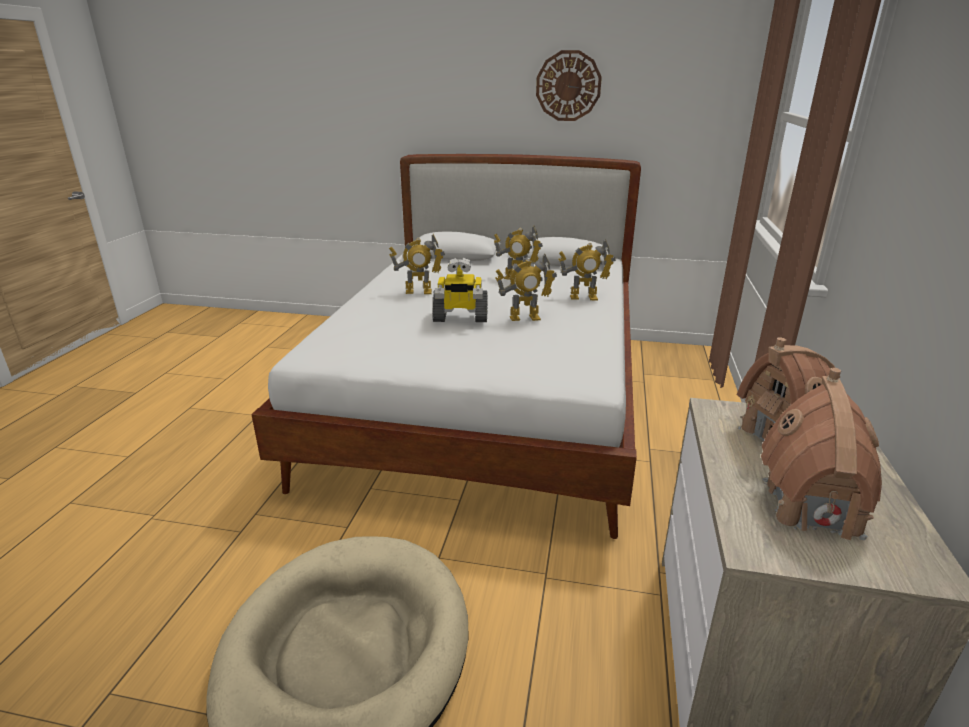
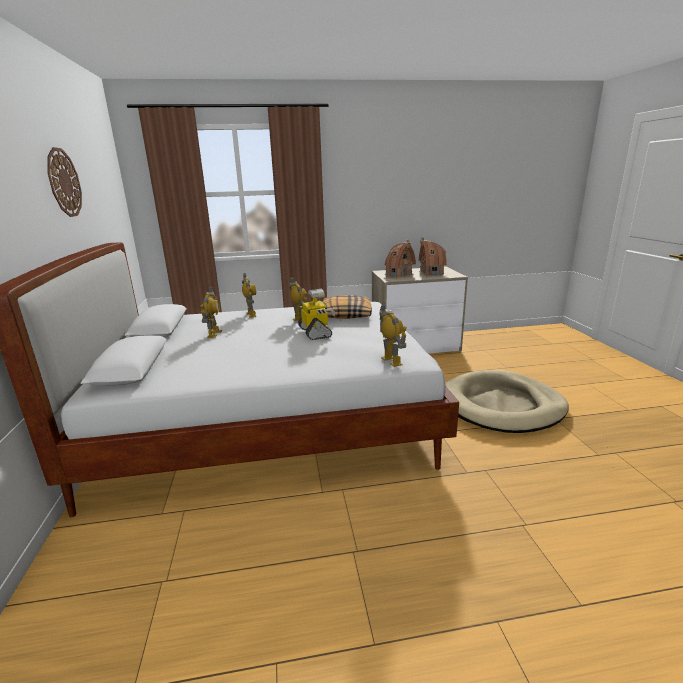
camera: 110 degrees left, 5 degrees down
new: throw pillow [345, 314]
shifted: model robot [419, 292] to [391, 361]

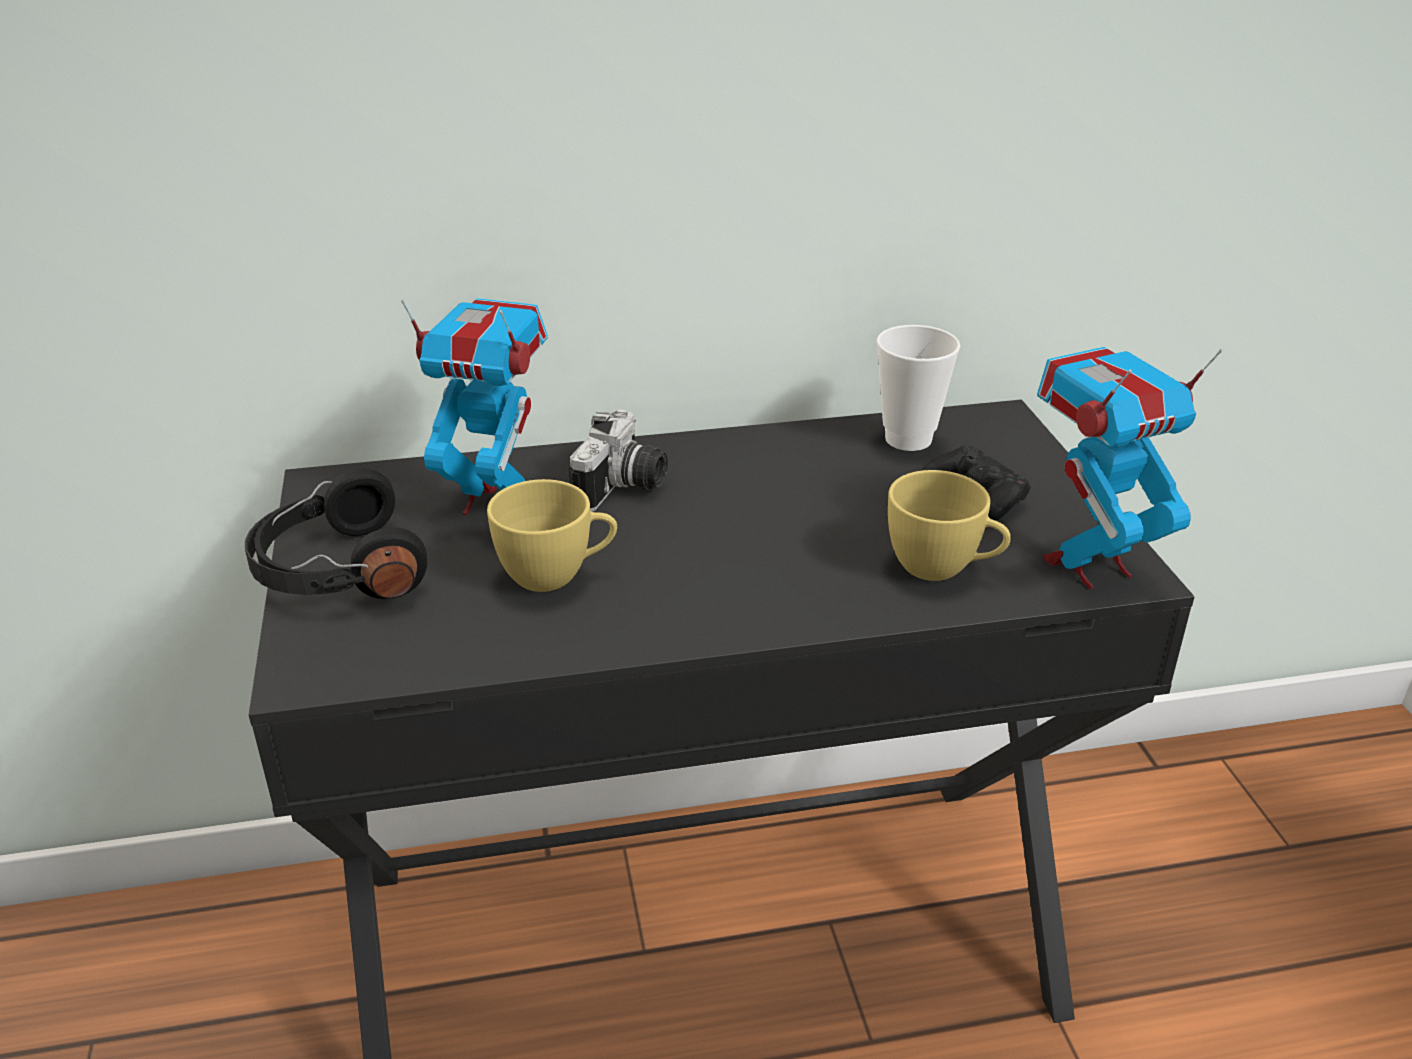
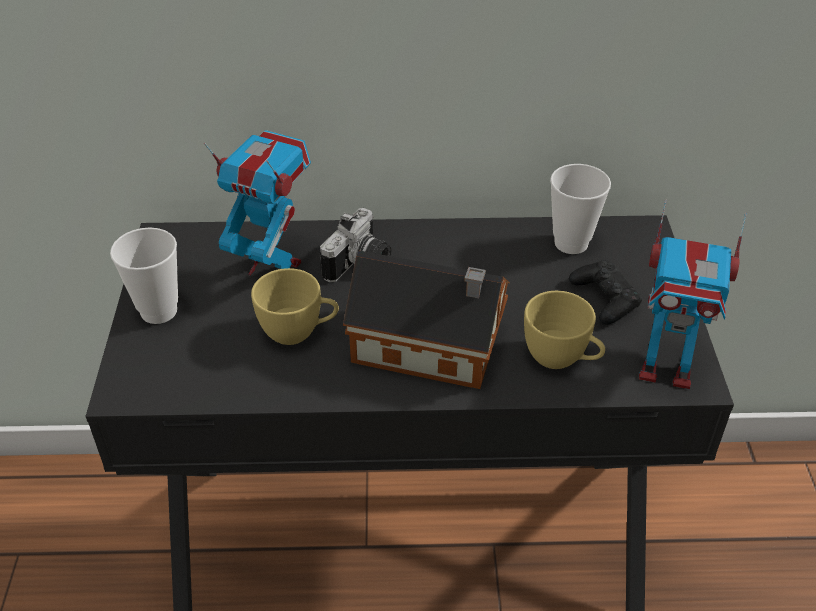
camera: 10 degrees right, 10 degrees up
new: toy house [432, 347]
swapped: headphones/blackish [337, 571] to cup [159, 311]
rotated: model robot [1089, 565] = [666, 369] 150 degrees counterclockwise

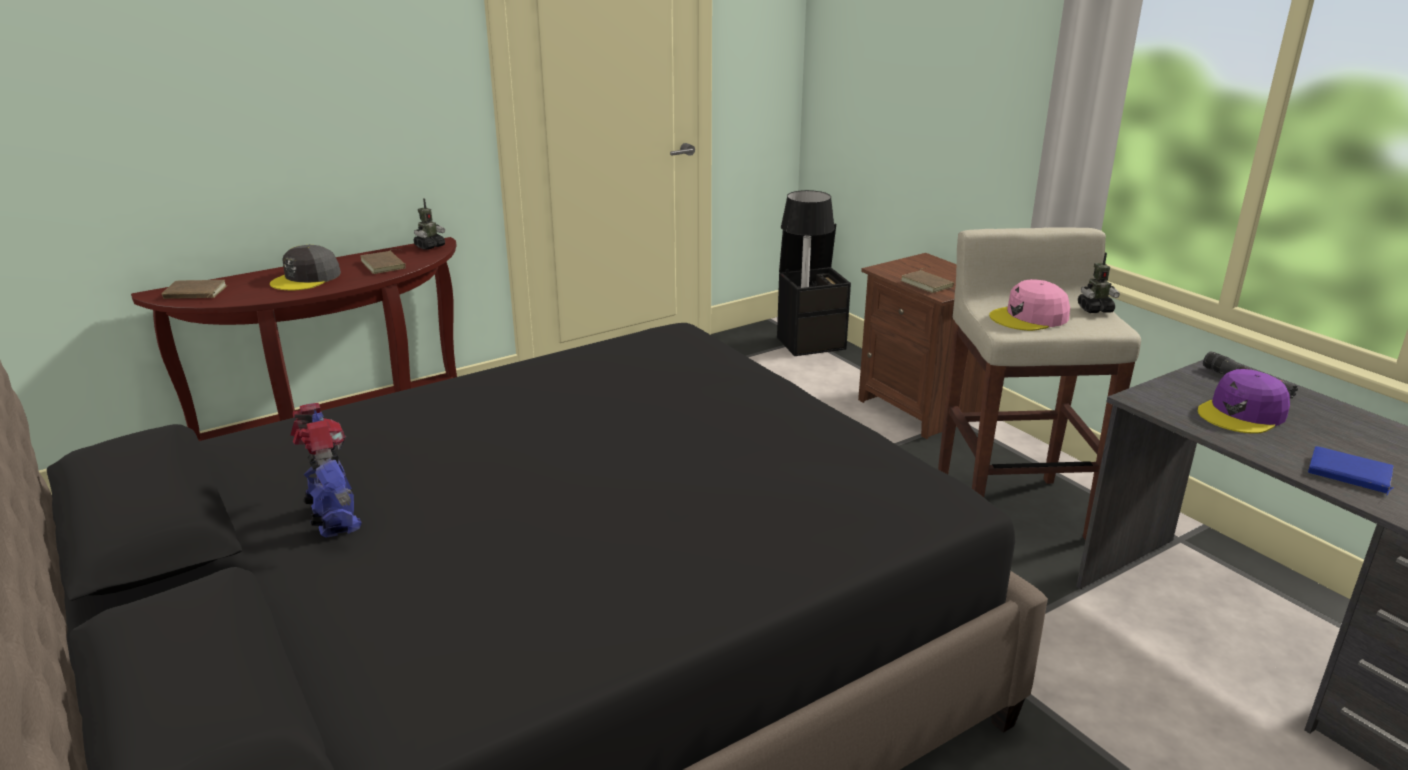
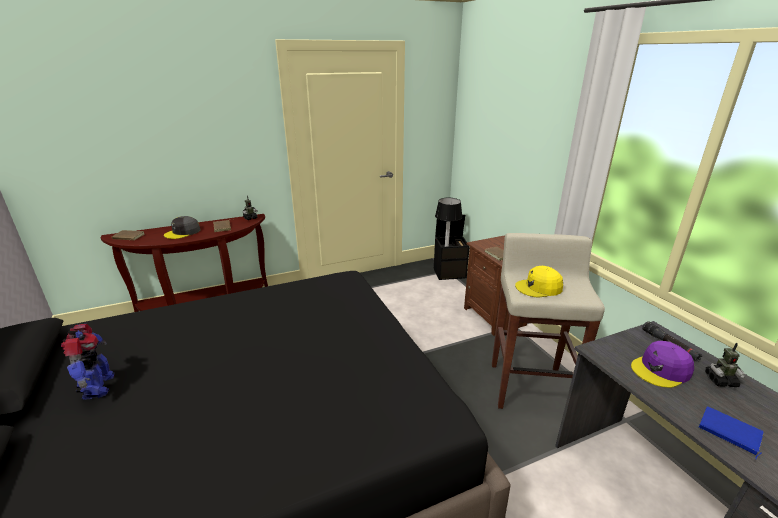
camera: 10 degrees right, 0 degrees up
shifted: model robot [1095, 309] to [720, 380]
repainted: peaked cap/pink [1029, 317] to peaked cap/yellow-coloured [539, 288]

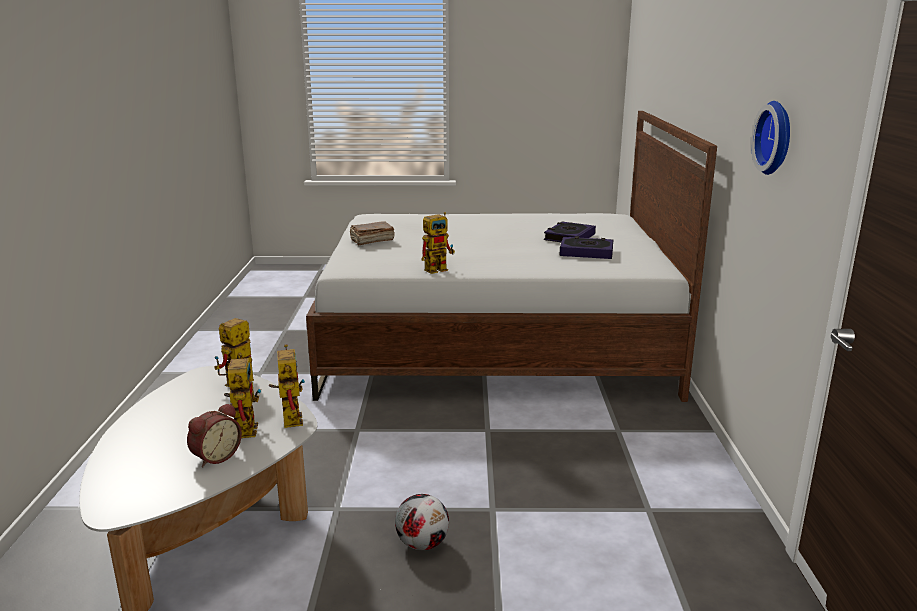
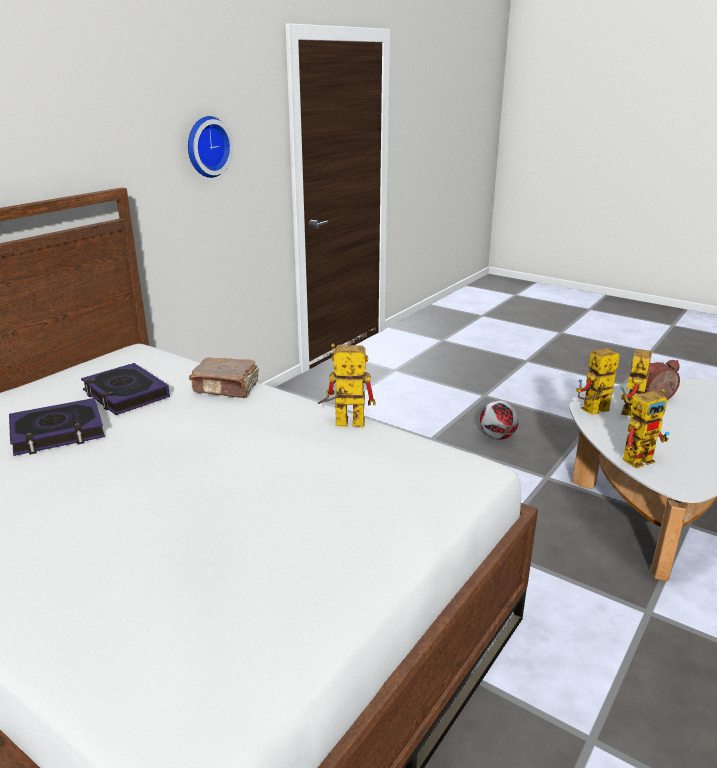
camera: 145 degrees left, 5 degrees up
shifted: bound book/brownish [371, 241] to [226, 388]
rotated: model robot [289, 417] = [592, 412] 45 degrees clockwise

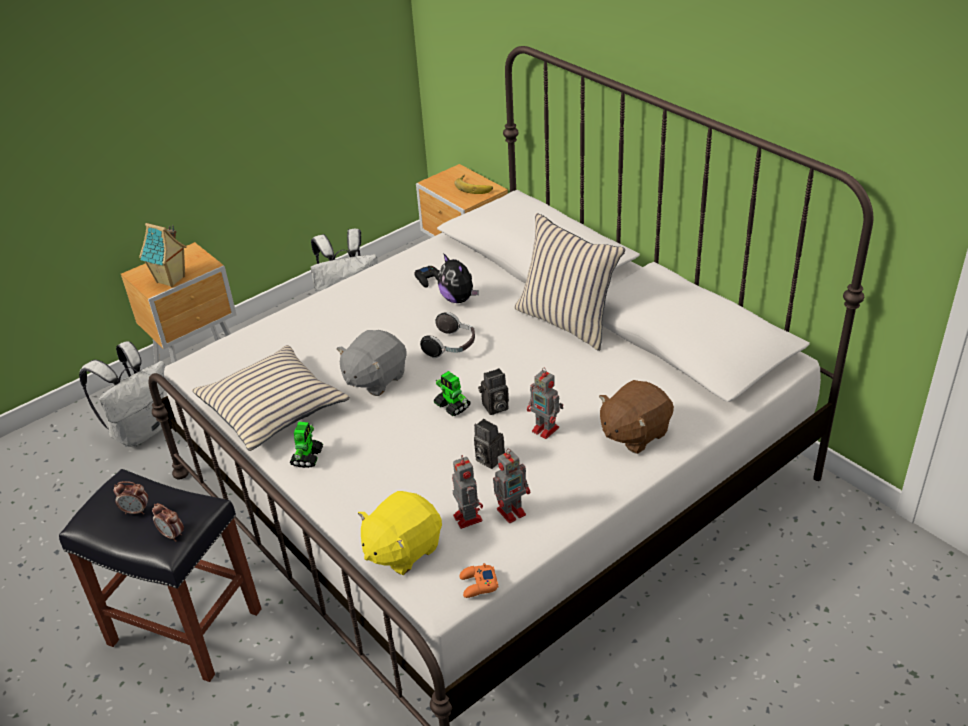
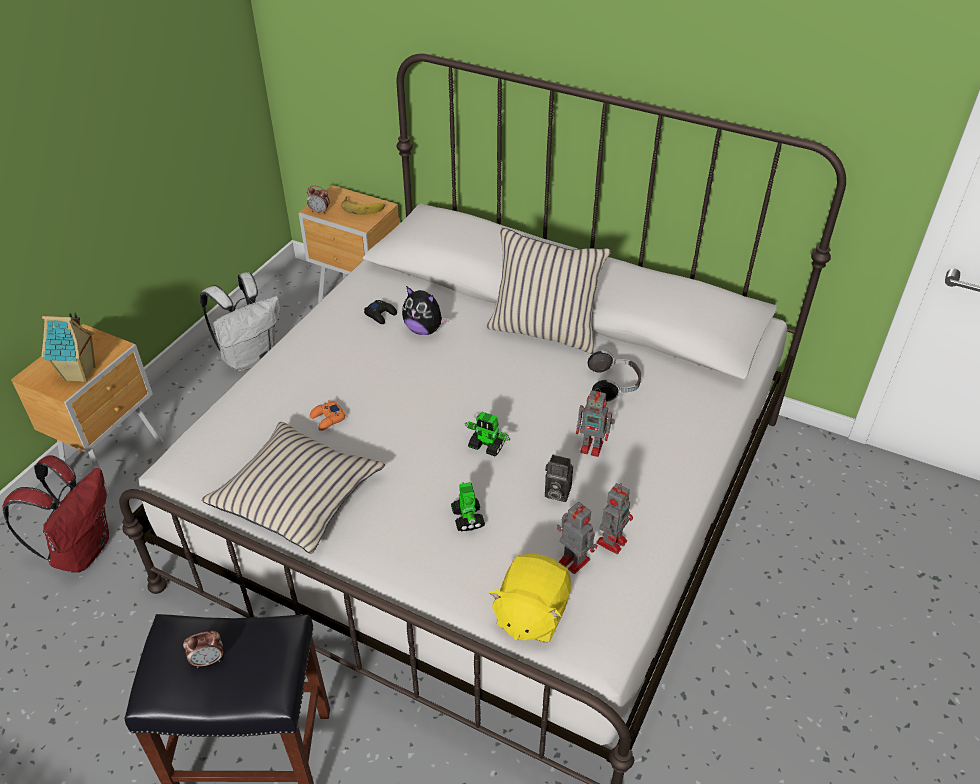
camera: 25 degrees left, 5 degrees up
gone: plush toy/grey [374, 379]; still camera [494, 408]; plush toy/brownish [634, 433]
shifted: table clock [172, 535] to [319, 211]; model robot [307, 457] to [467, 517]; headphones [451, 347] to [614, 385]; joypad/orange-coloured [478, 584] to [328, 419]
repainted: backpack/white-coloured [140, 431] to backpack/red-coloured [81, 550]

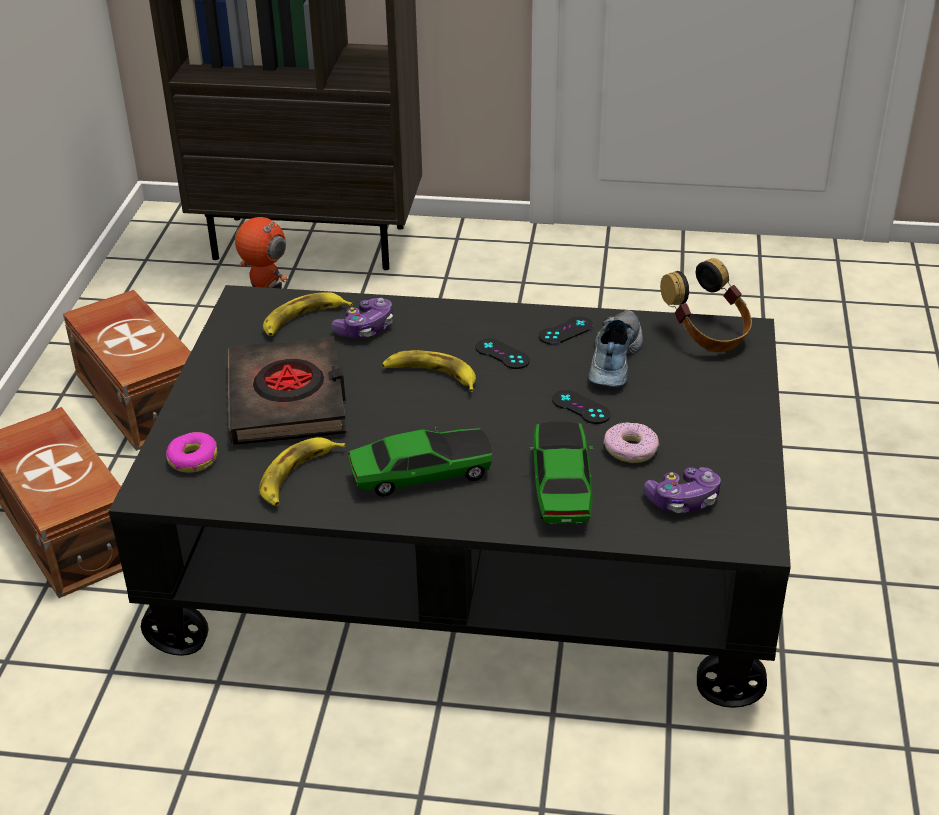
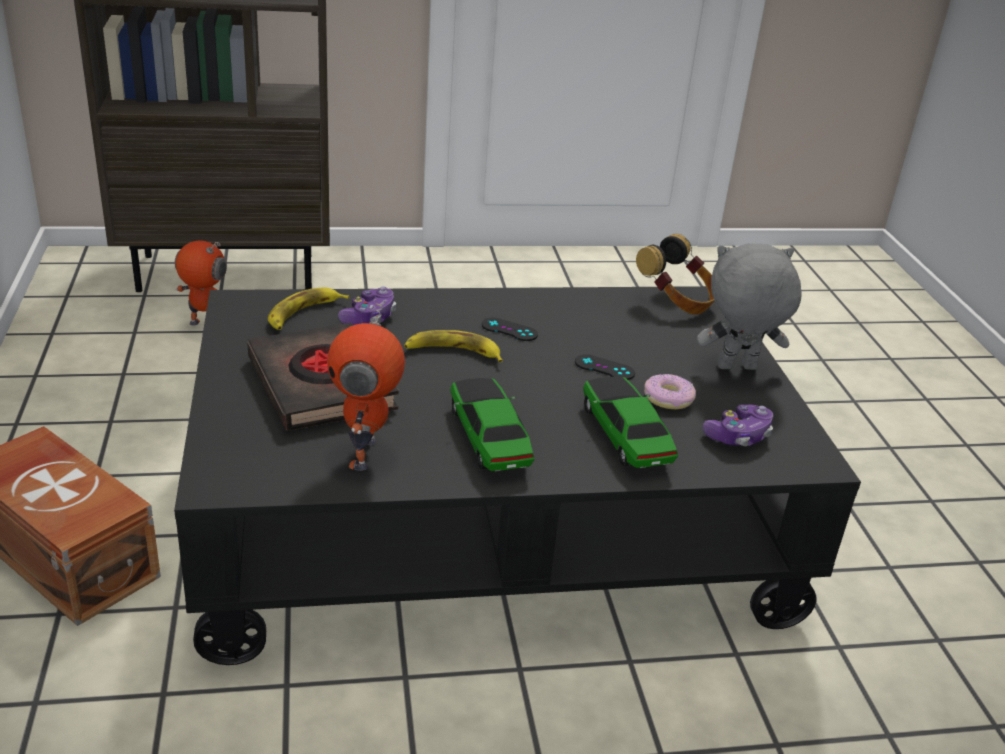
camera: 20 degrees left, 5 degrees down
gone: storage container/brownish [142, 396]; doughnut [192, 459]; joypad/blackish [565, 331]; shoe [612, 359]
new: plush toy/grey [736, 368]
swapped: banana [297, 476] to model robot [366, 454]
rotated: model car [422, 474] = [489, 439] 75 degrees counterclockwise

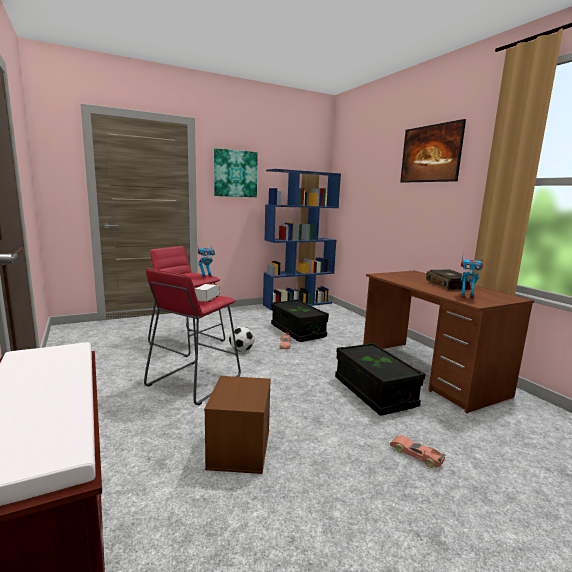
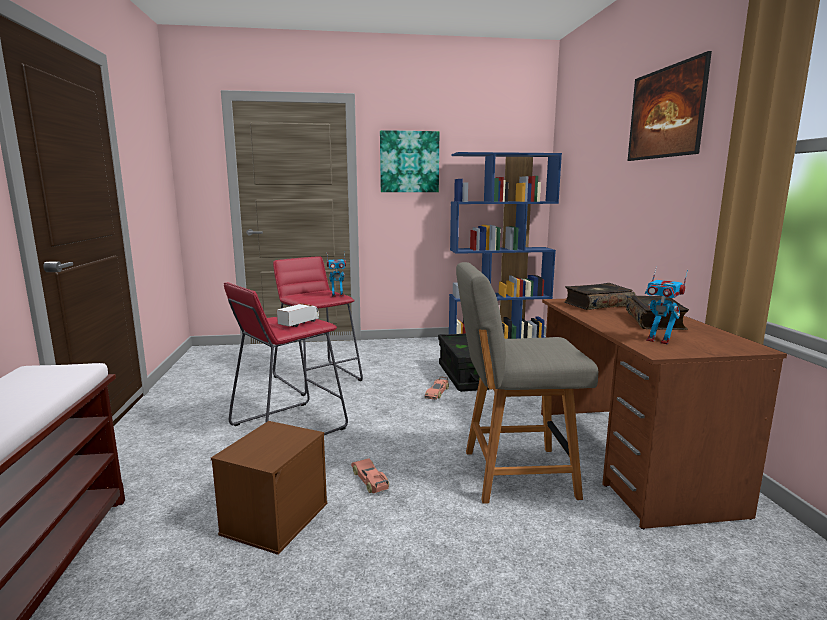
camera: 20 degrees right, 0 degrees up
gone: football [241, 350]
new: bound book [597, 304]
shifted: model car [416, 455] to [370, 480]
swapped: storage container/blackish [374, 392] to chair/grey [514, 474]

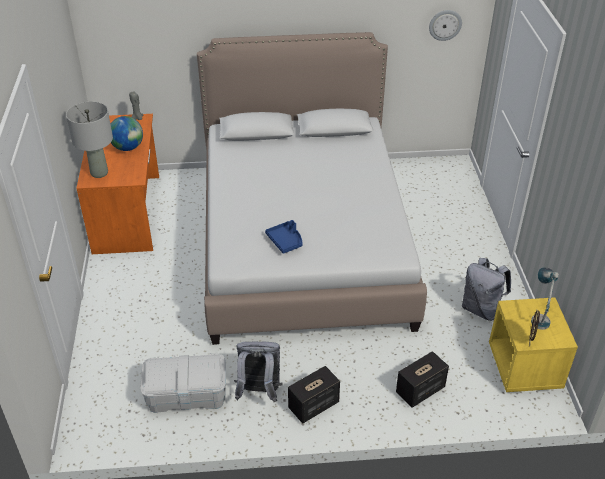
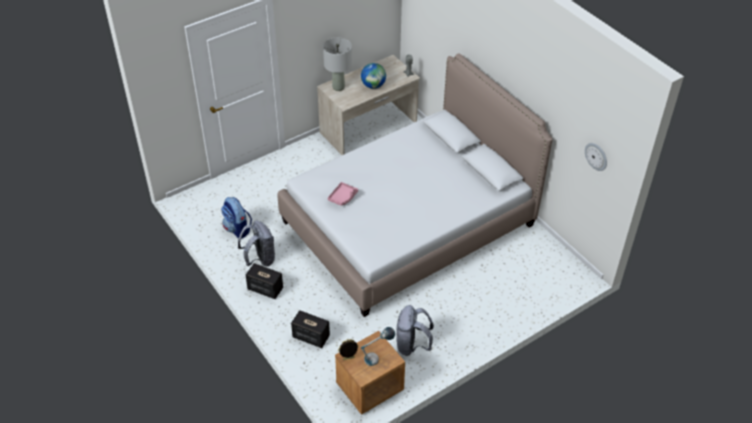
camera: 60 degrees right, 5 degrees up
swapped: storage container/white-coloured [187, 395] to backpack [238, 229]
repainted: desk table/orange-coloured [128, 213] to desk table/beige-coloured [369, 128]; tray/bluish [285, 241] to tray/pink [343, 197]; bedside table/yellow-coloured [524, 367] to bedside table/brownish [369, 388]

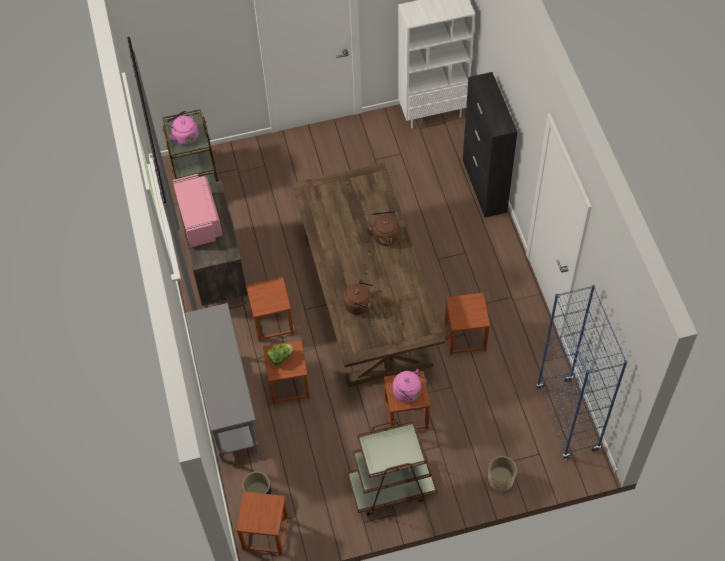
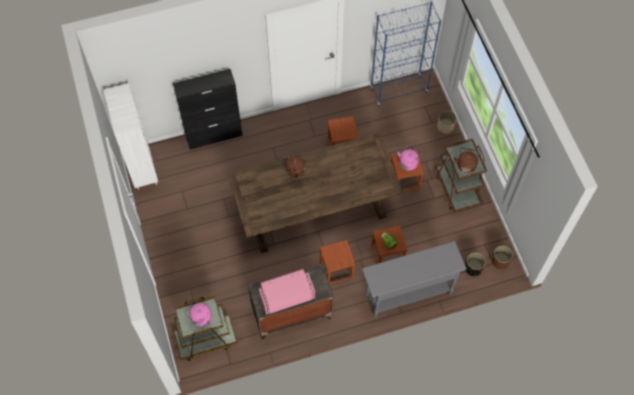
camera: 95 degrees left, 5 degrees up
shifted: kettle/brownish [359, 305] to [466, 164]
swapped: sitting stool/brownish [265, 534] to plant pot/brownish [500, 262]

